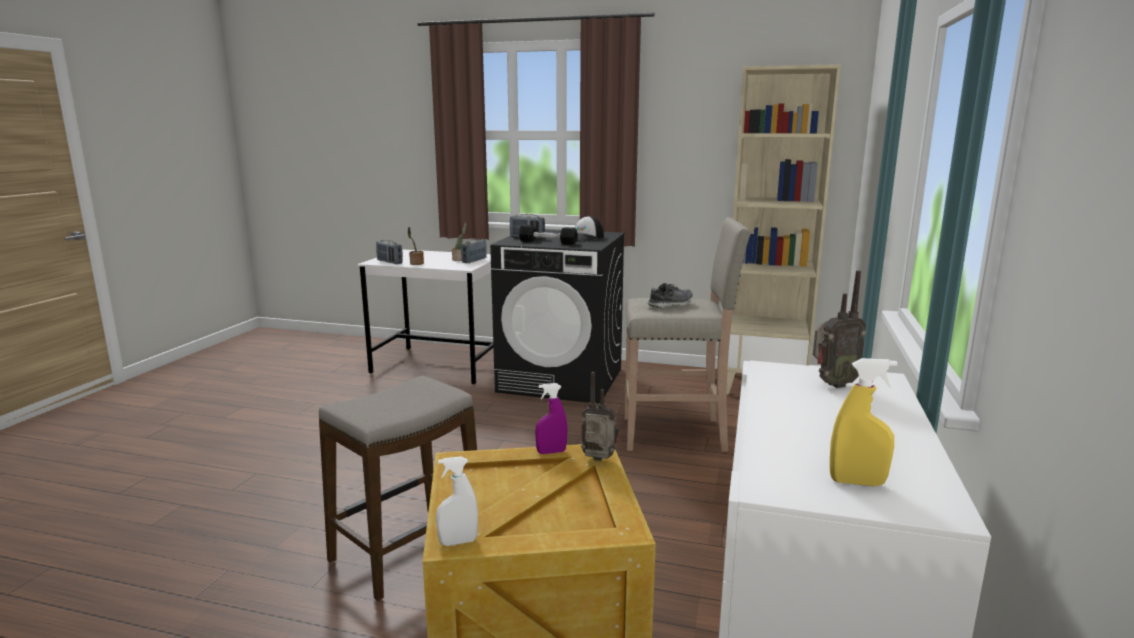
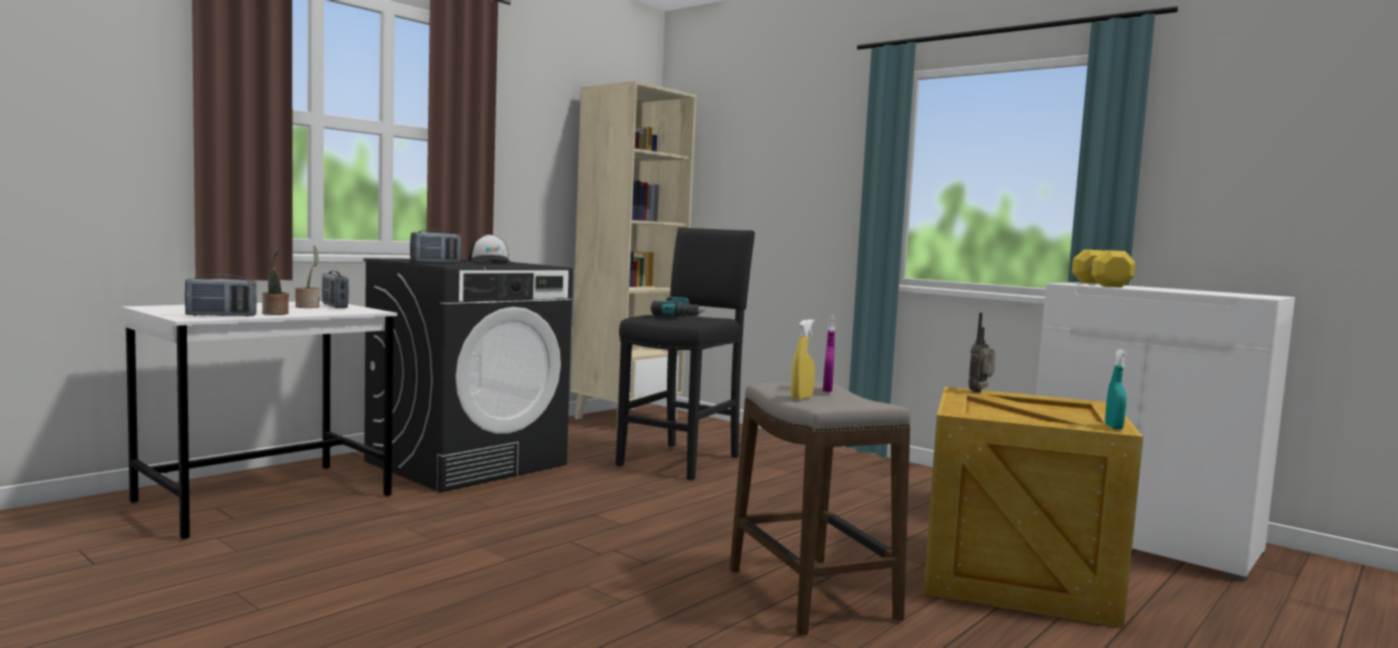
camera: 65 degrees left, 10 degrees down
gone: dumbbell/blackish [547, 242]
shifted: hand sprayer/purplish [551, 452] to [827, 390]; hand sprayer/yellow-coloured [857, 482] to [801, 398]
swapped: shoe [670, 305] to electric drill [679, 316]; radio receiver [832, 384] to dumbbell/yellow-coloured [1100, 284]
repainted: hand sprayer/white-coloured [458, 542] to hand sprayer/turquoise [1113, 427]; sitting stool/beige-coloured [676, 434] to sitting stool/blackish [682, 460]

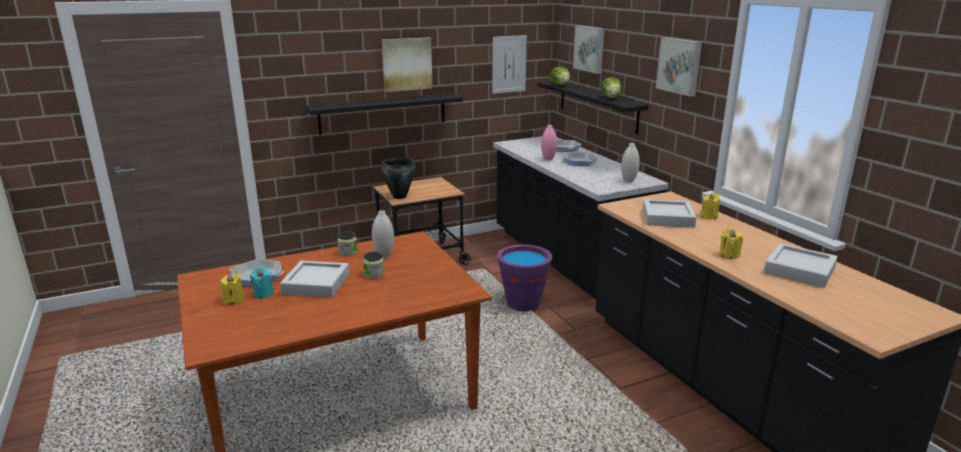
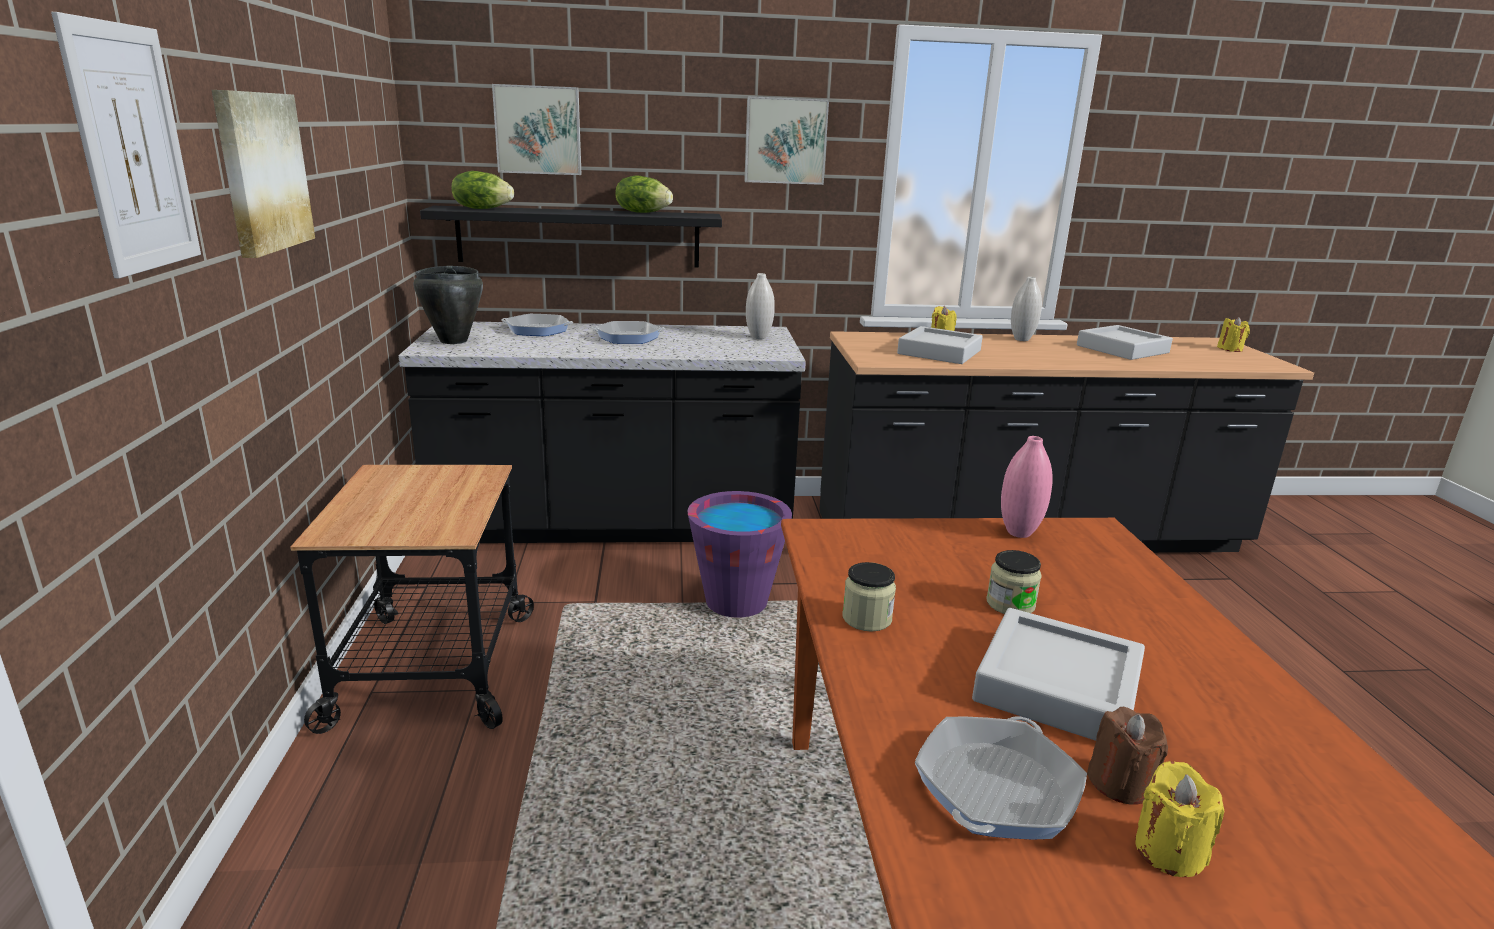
camera: 70 degrees left, 0 degrees up
gone: wall shelf/blackish [383, 113]
shifted: vase/white-coloured [384, 255] to [1021, 339]; stockpot/blackish [399, 196] to [453, 341]; picture [509, 64] to [133, 149]; vase/pink [548, 159] to [1019, 533]; wax light/yellow-coloured [729, 255] to [1230, 349]
repainted: wax light/turquoise [263, 294] to wax light/brownish [1119, 783]

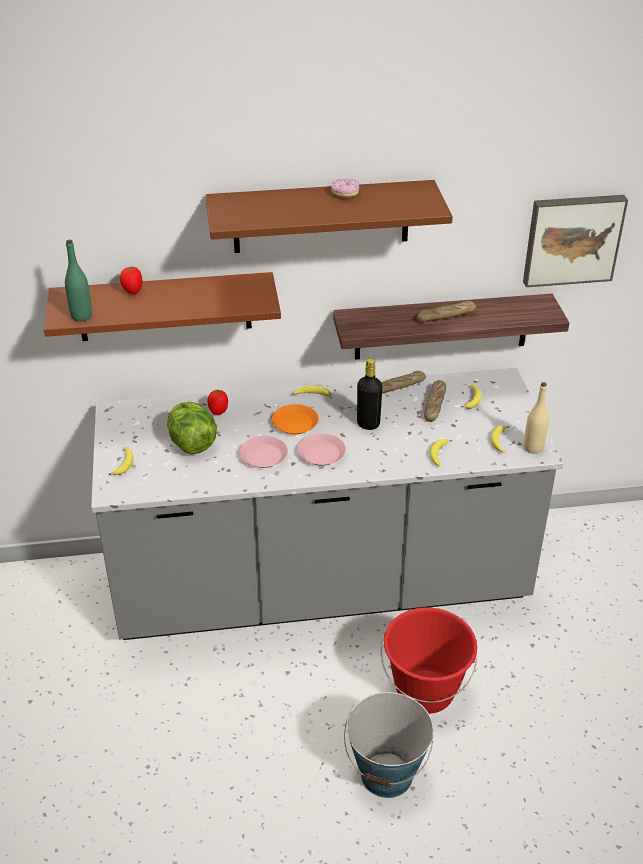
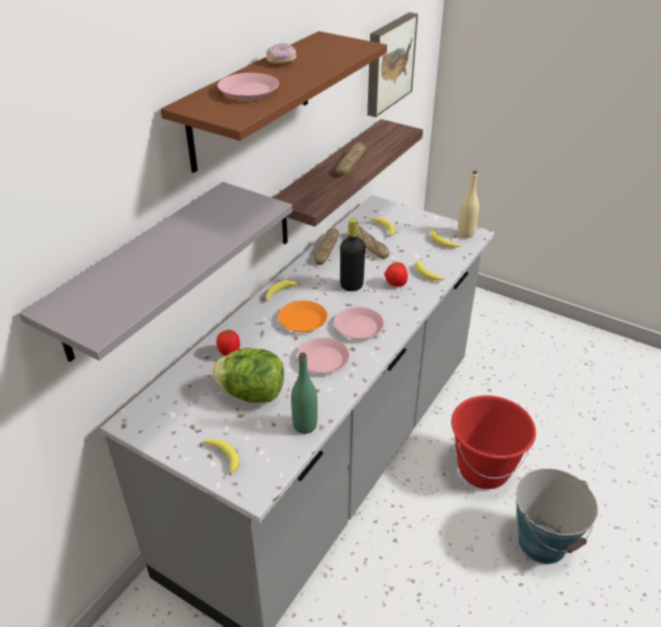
camera: 50 degrees left, 0 degrees up
new: flat dish/pink [248, 92]
shifted: drink bottle/greenish [81, 316] to [305, 425]; tomato [132, 291] to [395, 284]
repainted: wall shelf/brownish [164, 307] to wall shelf/grey [141, 271]

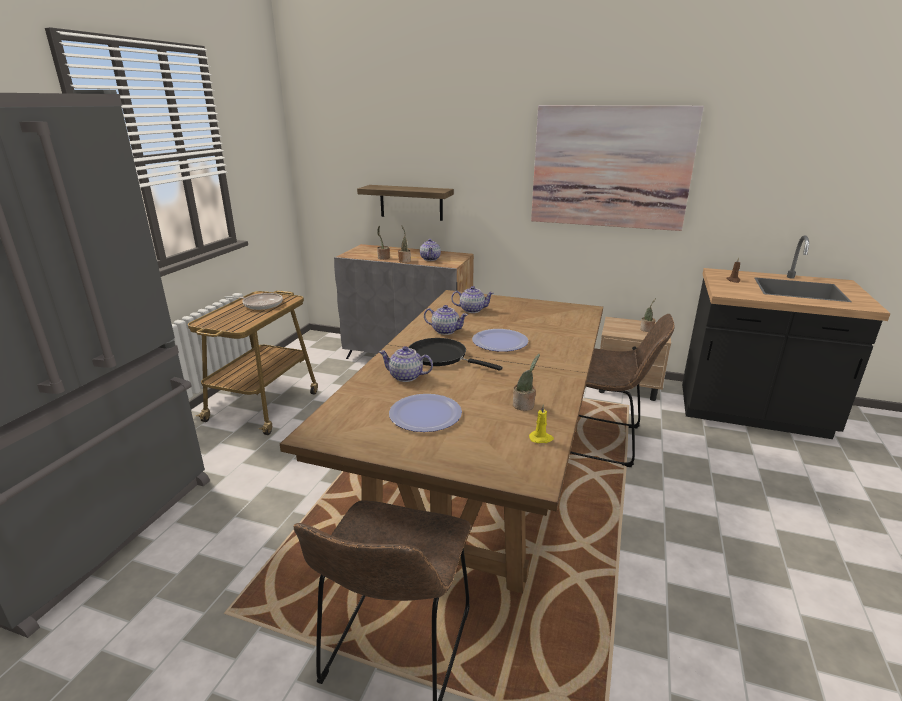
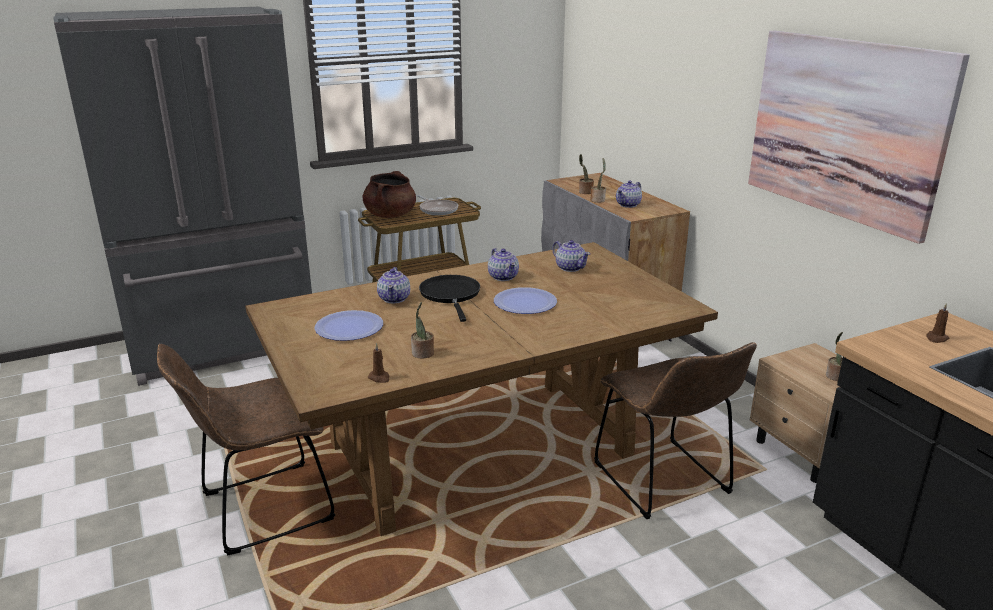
camera: 45 degrees right, 0 degrees up
gone: wall shelf [411, 202]
new: stockpot/brownish [390, 215]
repainted: wax light/yellow-coloured [541, 438] to wax light/brownish [379, 378]
rotated: pot for tea [406, 377] = [394, 298] 150 degrees counterclockwise

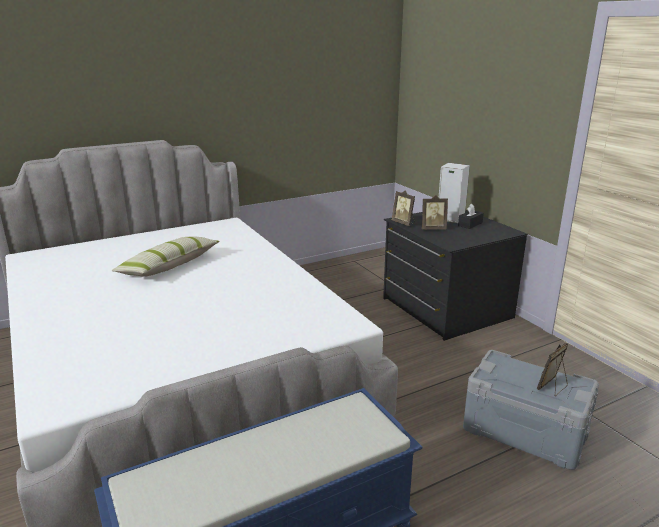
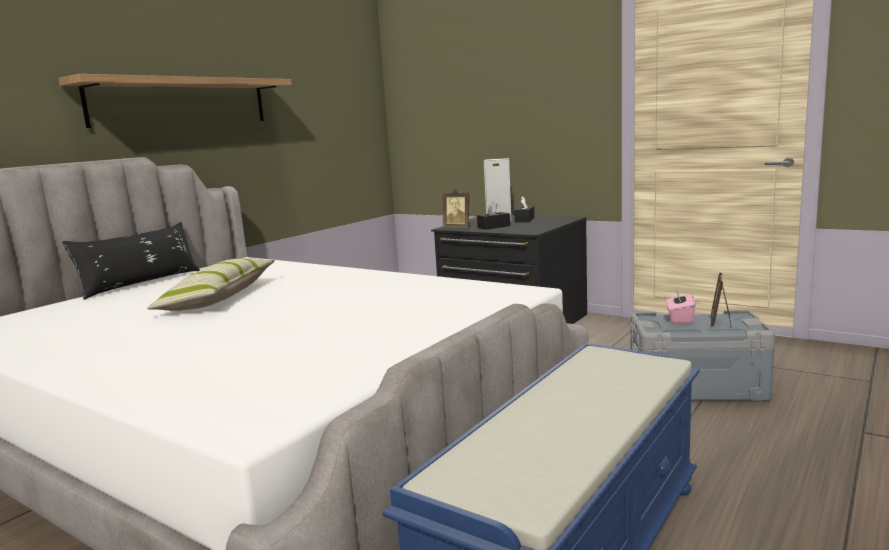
camera: 25 degrees left, 10 degrees down
new: wall shelf [181, 102]; throw pillow/blackish [141, 283]; box of tissues/pink [680, 319]
swapped: photo frame [433, 228] to box of tissues/blackish [493, 226]

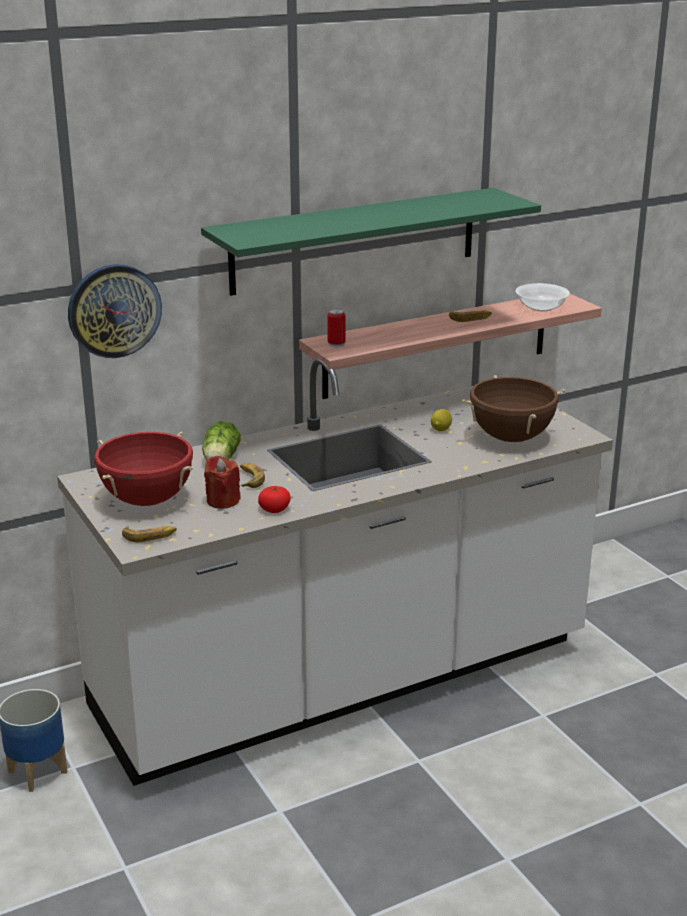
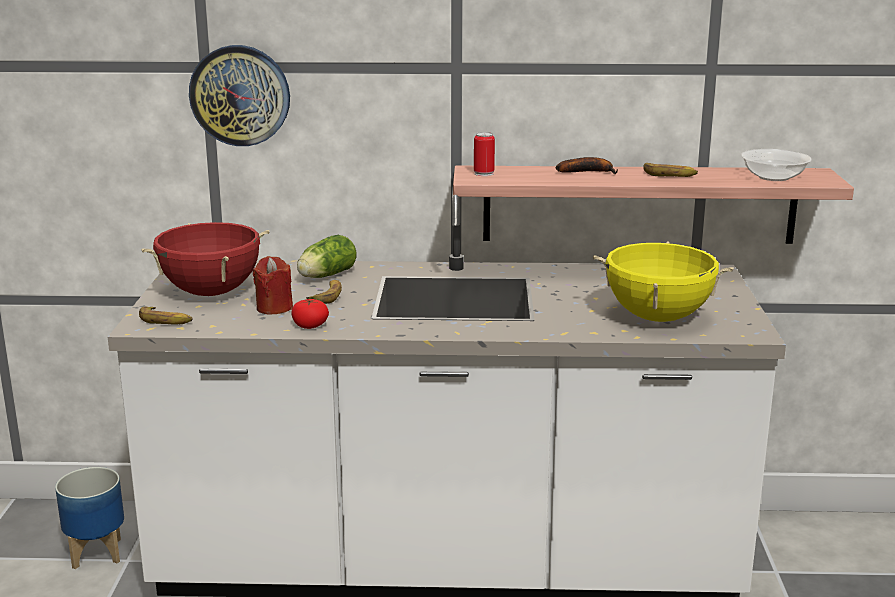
camera: 30 degrees right, 5 degrees down
gone: wall shelf/greenish [355, 240]; citrus fruit [441, 429]
new: banana [588, 172]
repainted: stockpot/brownish [511, 438] to stockpot/yellow-coloured [658, 318]

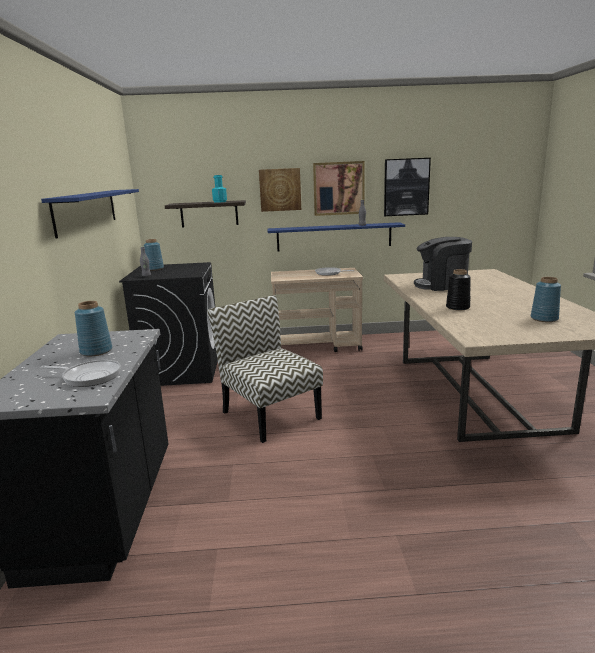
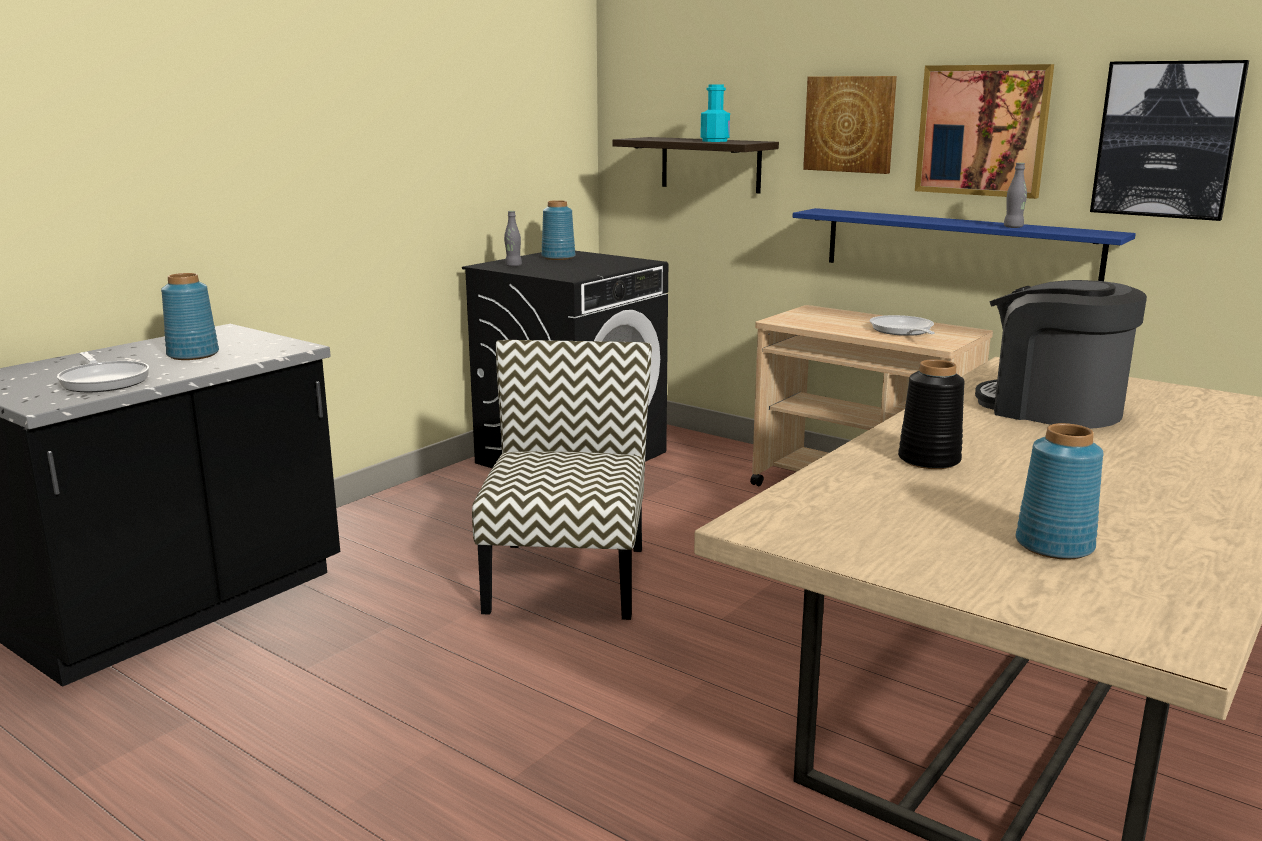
camera: 40 degrees right, 0 degrees up
gone: wall shelf/bluish [86, 210]

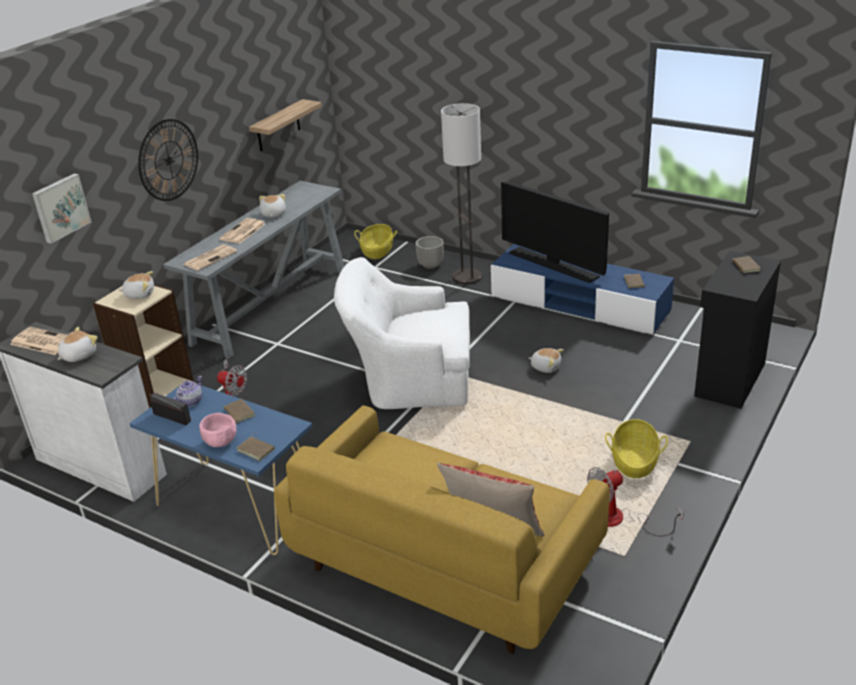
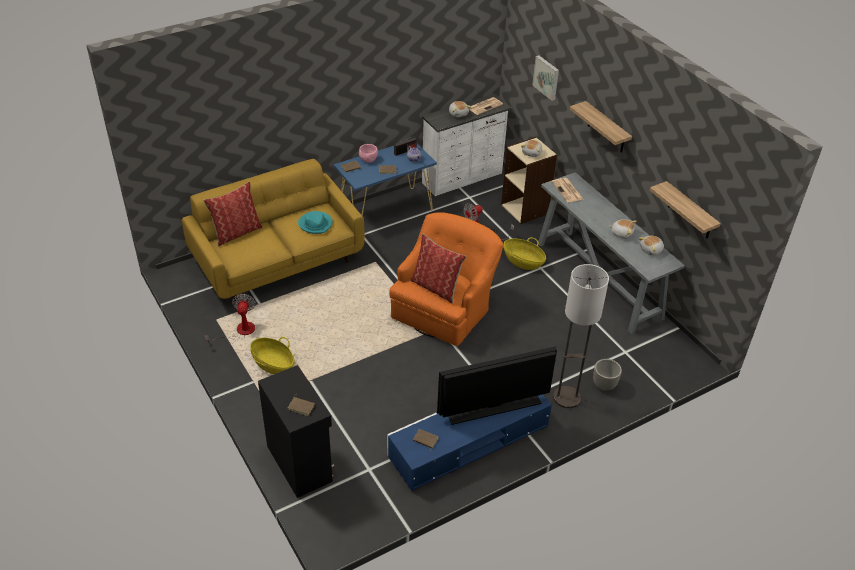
camera: 115 degrees right, 10 degrees up
gone: newspaper [242, 232]
new: wearable hat/turquoise [315, 224]; throw pillow [436, 287]
shifted: basket [377, 251] to [523, 261]; plush toy [545, 367] to [651, 250]
swapped: hanging clock [168, 160] to wall shelf [606, 128]
repainted: easy chair/white-coloured [409, 379] to easy chair/orange-coloured [444, 308]

